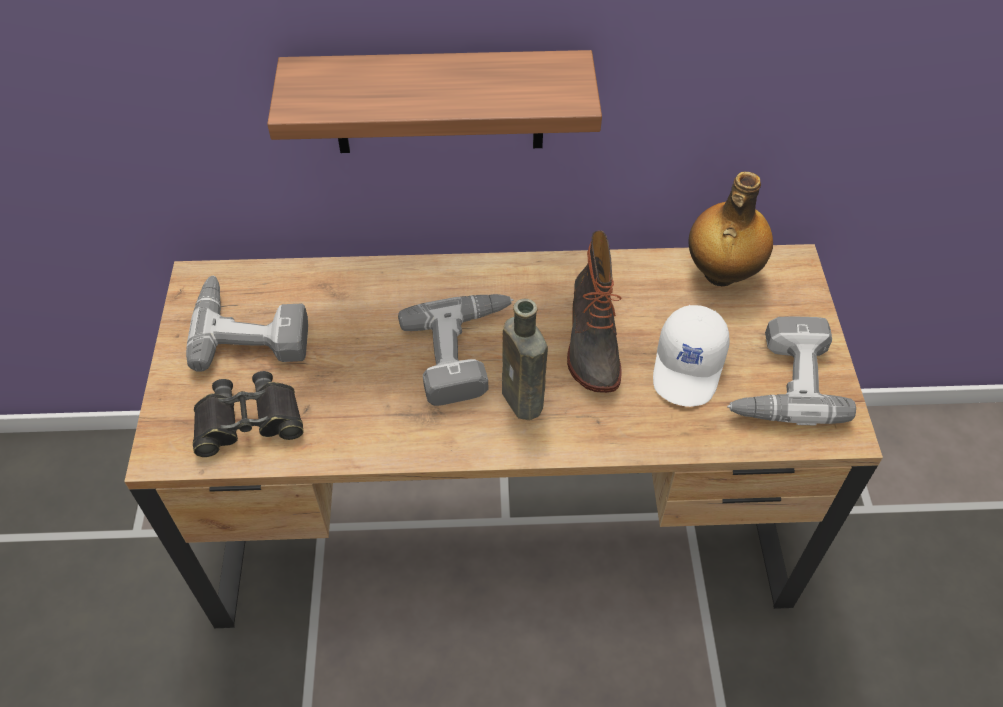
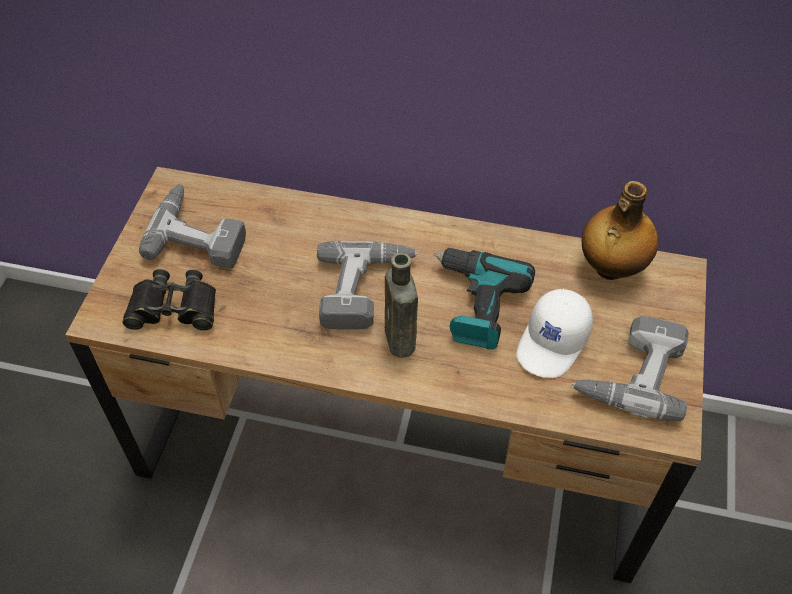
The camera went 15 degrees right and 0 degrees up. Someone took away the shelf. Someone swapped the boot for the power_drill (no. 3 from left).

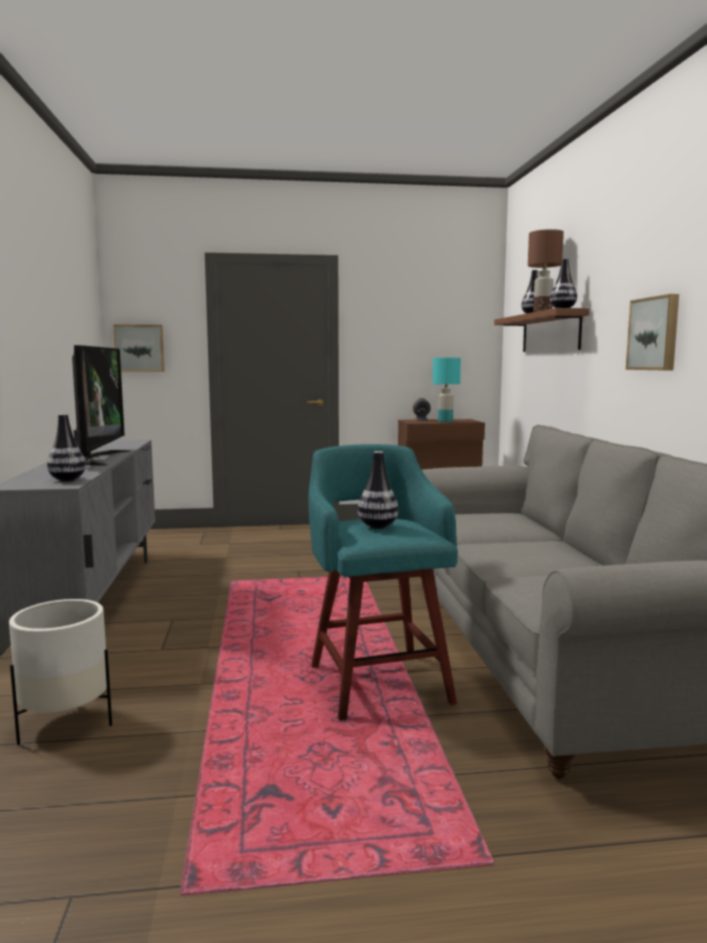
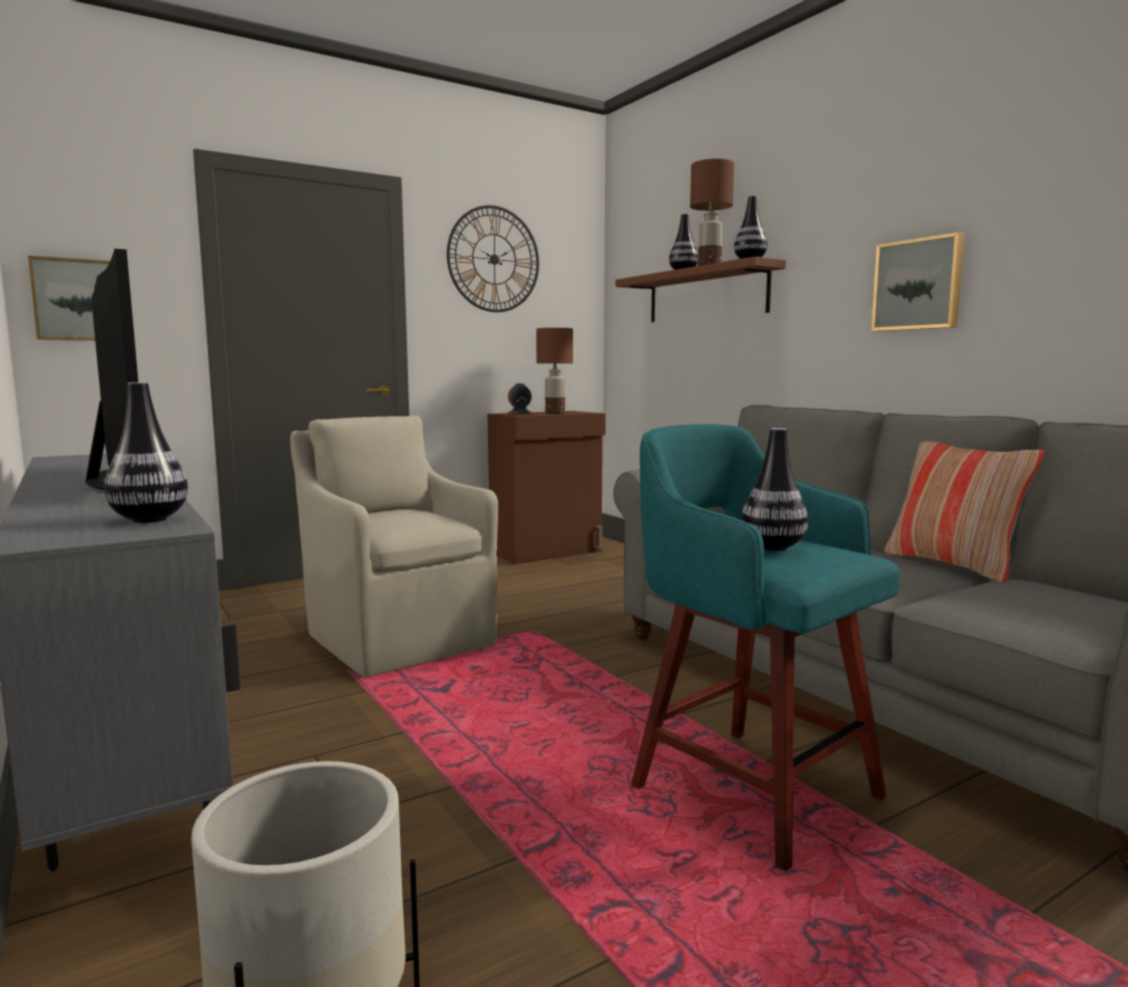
The camera went 25 degrees left and 0 degrees up. Someone repainted the turquoise_table_lamp, which became the brown_table_lamp (no. 1 from left). Someone put up the wall_clock. Someone put down the beige_armchair. Someone put down the pillow.

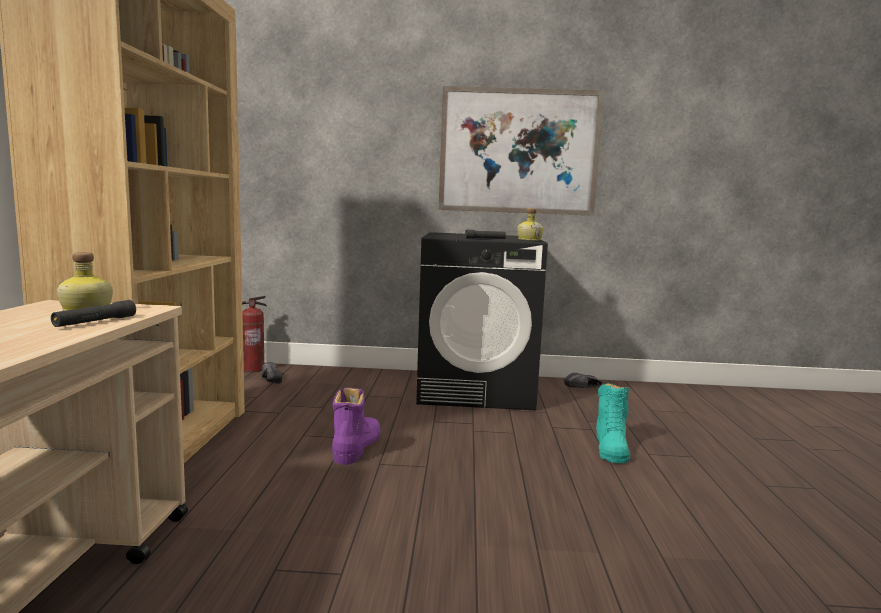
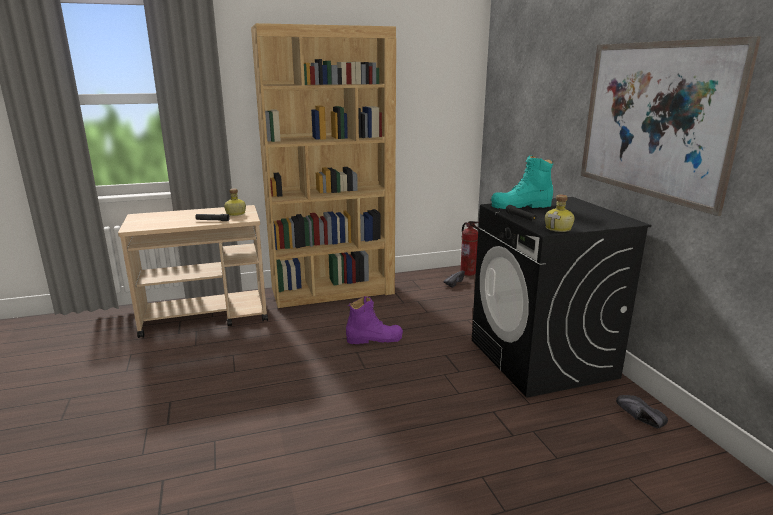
The camera went 70 degrees right and 10 degrees up. Someone carried the turquoise_boot.

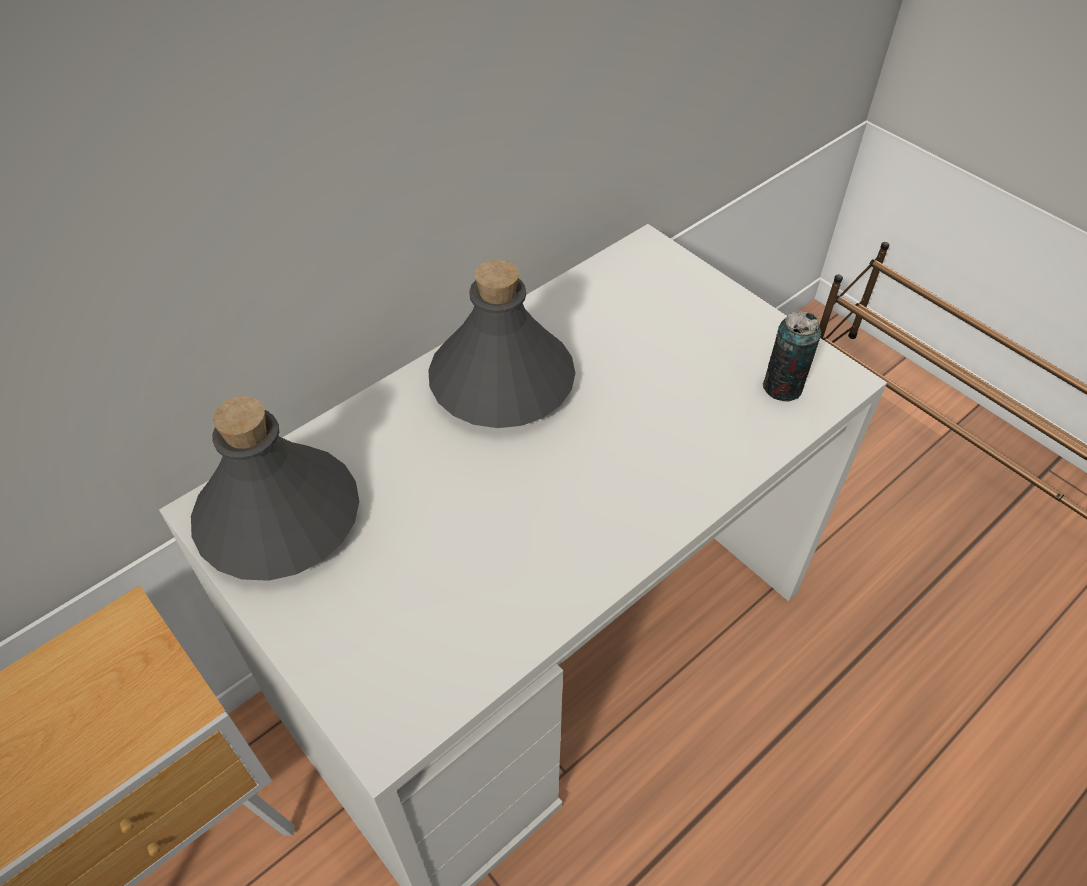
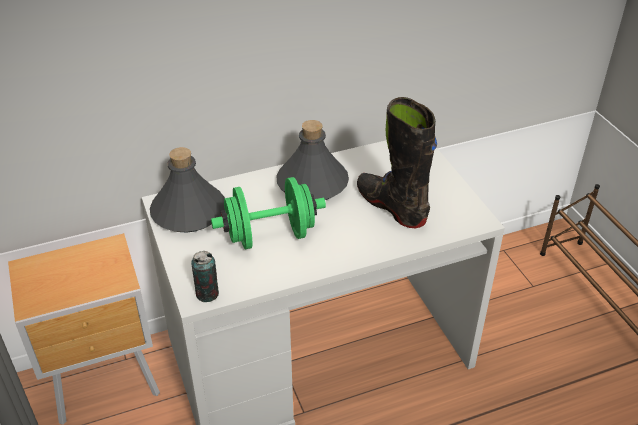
The camera went 20 degrees right and 10 degrees down. Someone carried the can. Someone put down the black_boot. Someone put down the green_dumbbell.

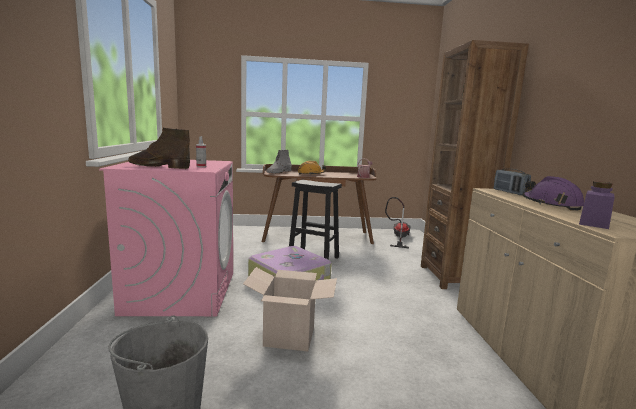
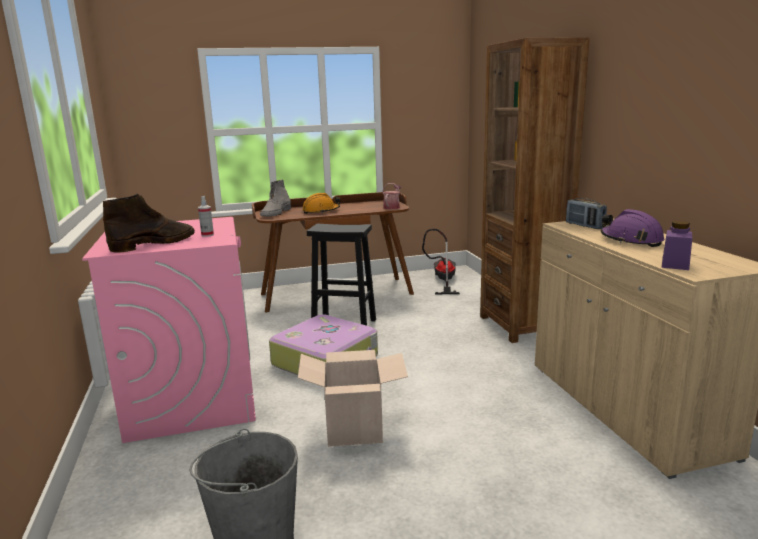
The camera went 10 degrees left and 5 degrees up. Someone rotated the brown_boot by 135 degrees clockwise.

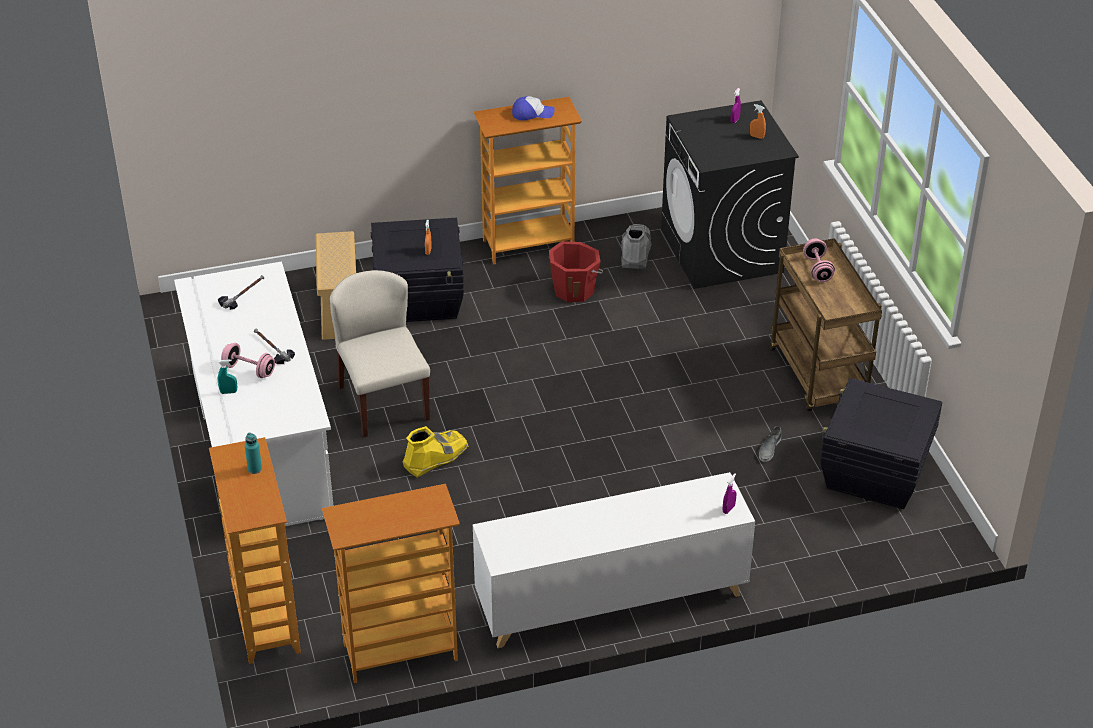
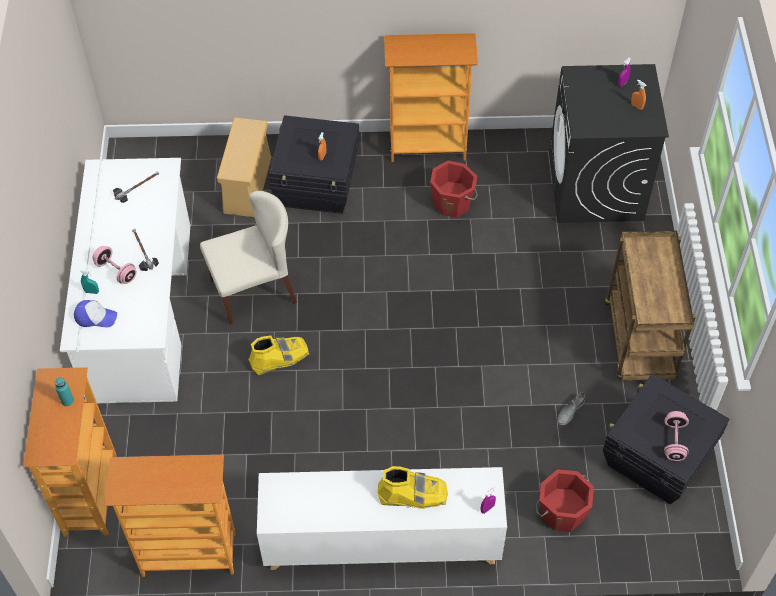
The camera went 15 degrees right and 15 degrees up. Someone carried the cap. Someone took away the grey_boot. Someone carried the pink_dumbbell (no. 2 from left). Someone rotated the beige_chair by 75 degrees clockwise. Someone put down the yellow_boot (no. 2 from left). Someone put down the red_bucket (no. 2 from left).

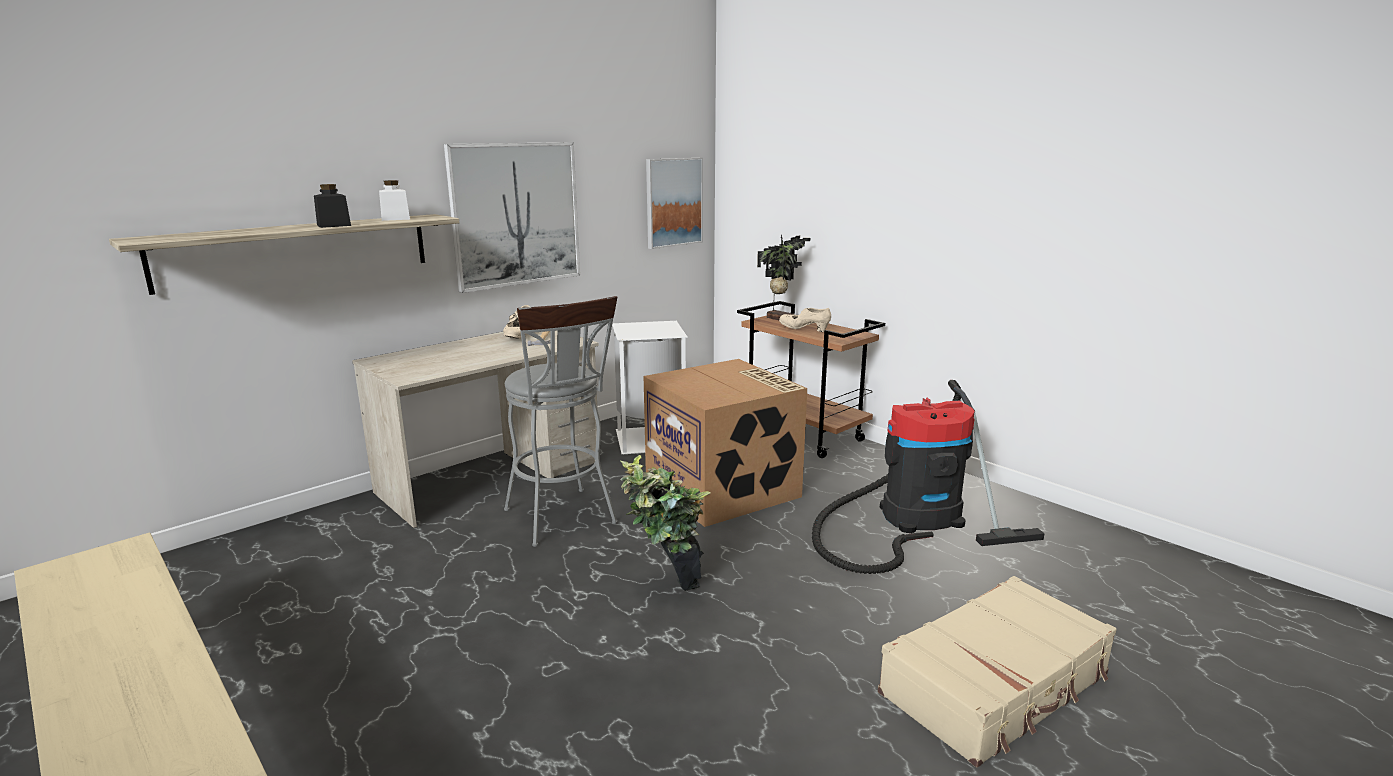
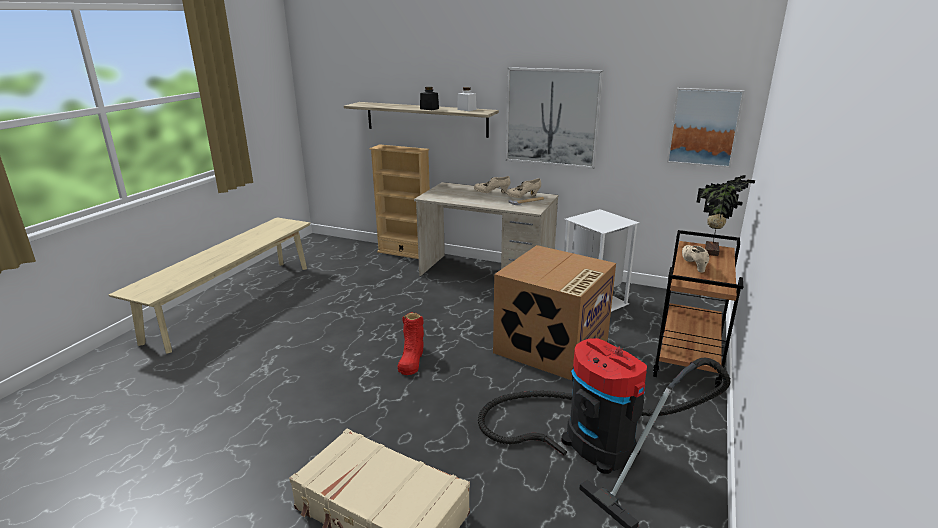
The camera went 65 degrees right and 5 degrees up. Someone took away the grey_stool. Someone swapped the potted_plant (no. 1 from left) for the red_boot. Someone put down the beige_bookcase. Someone put down the beige_shoe (no. 1 from left).

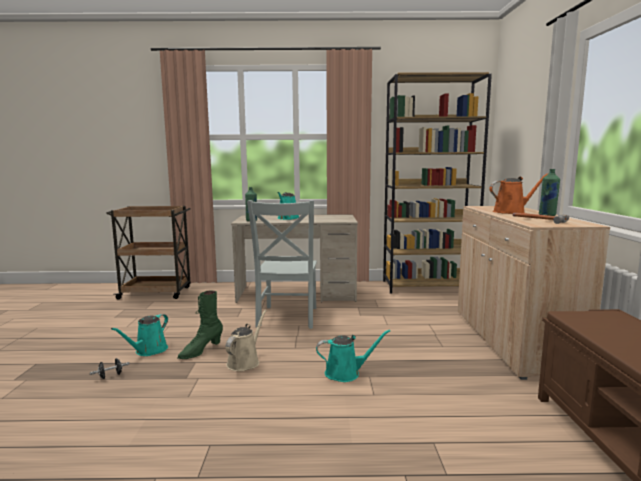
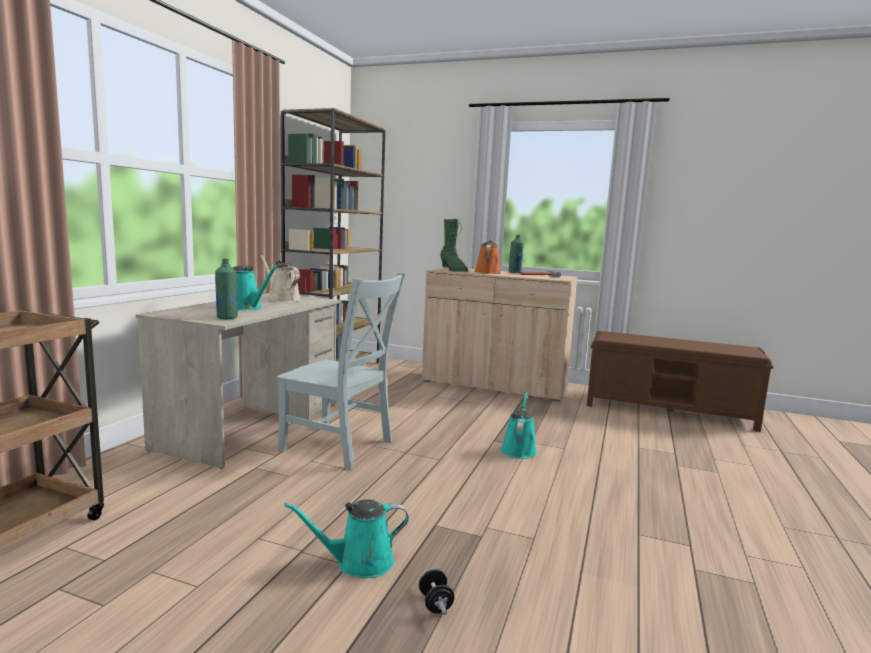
The camera went 70 degrees left and 0 degrees up. Someone carried the green_boot. Someone carried the beige_watering_can. Someone rotated the turquoise_watering_can (no. 1 from left in the first image) by 120 degrees clockwise.

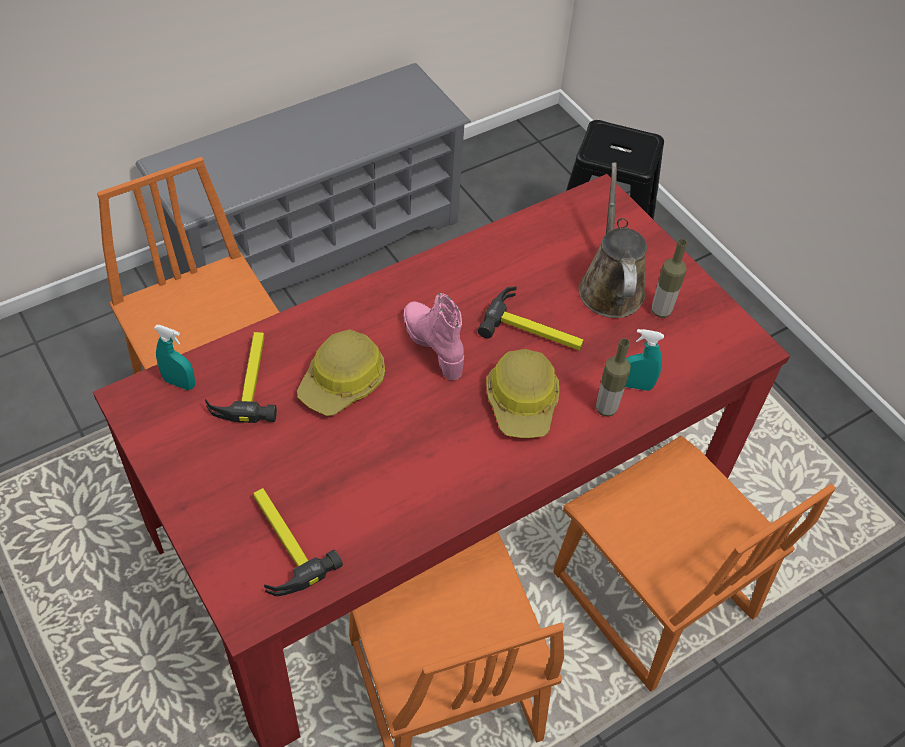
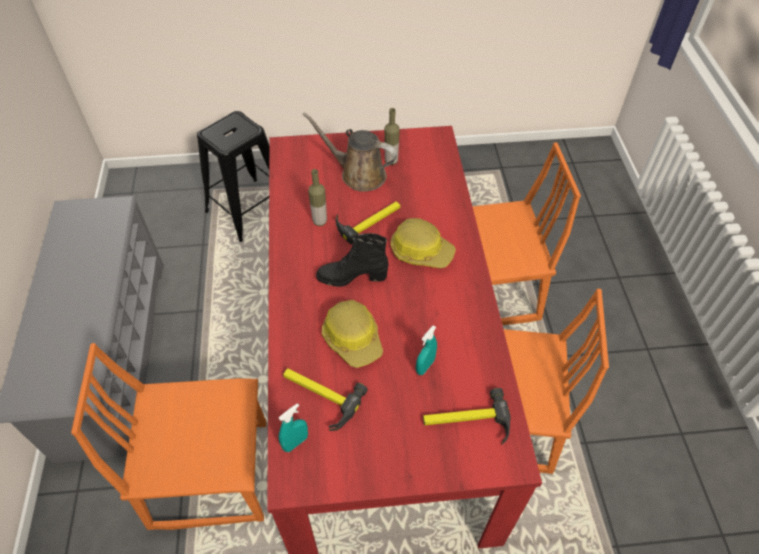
The camera went 60 degrees left and 0 degrees up. Someone repainted the pink_boot, which became the black_boot. Someone carried the turquoise_spray_bottle (no. 2 from left). Someone carried the bottle (no. 1 from left).

